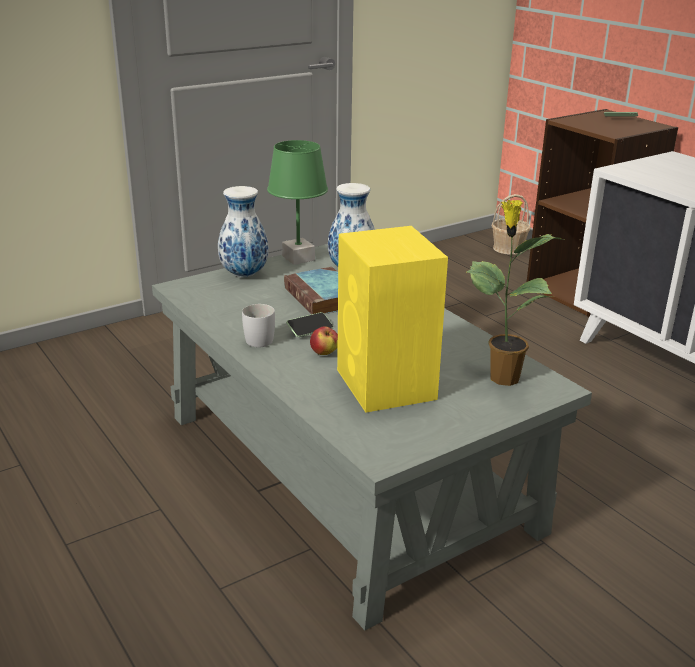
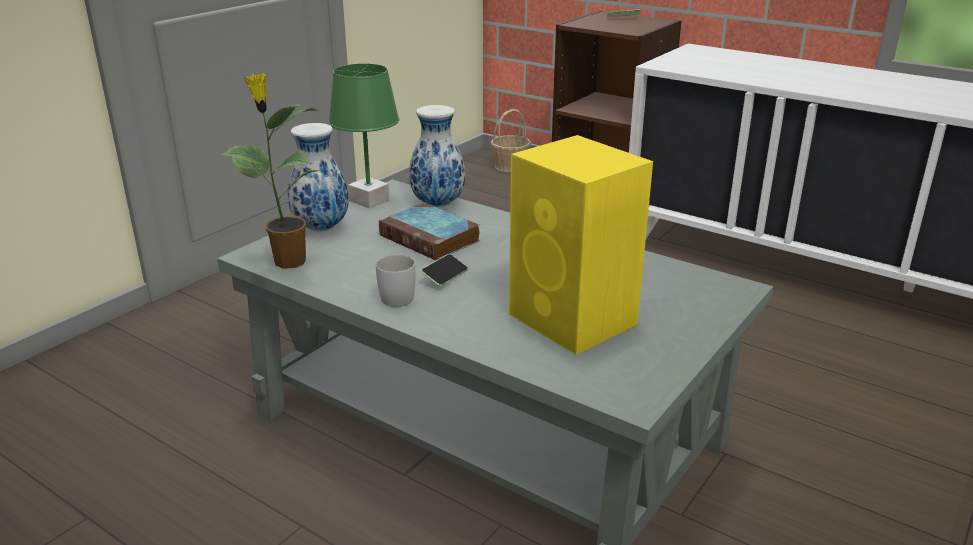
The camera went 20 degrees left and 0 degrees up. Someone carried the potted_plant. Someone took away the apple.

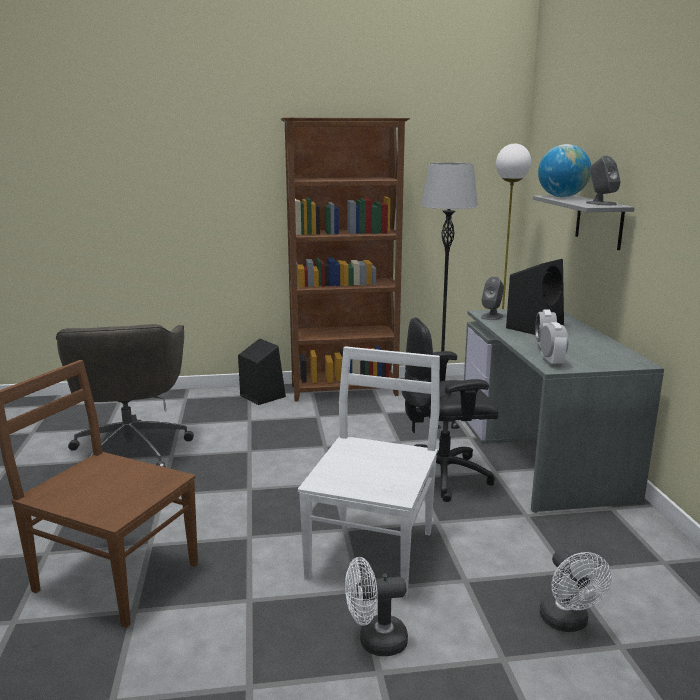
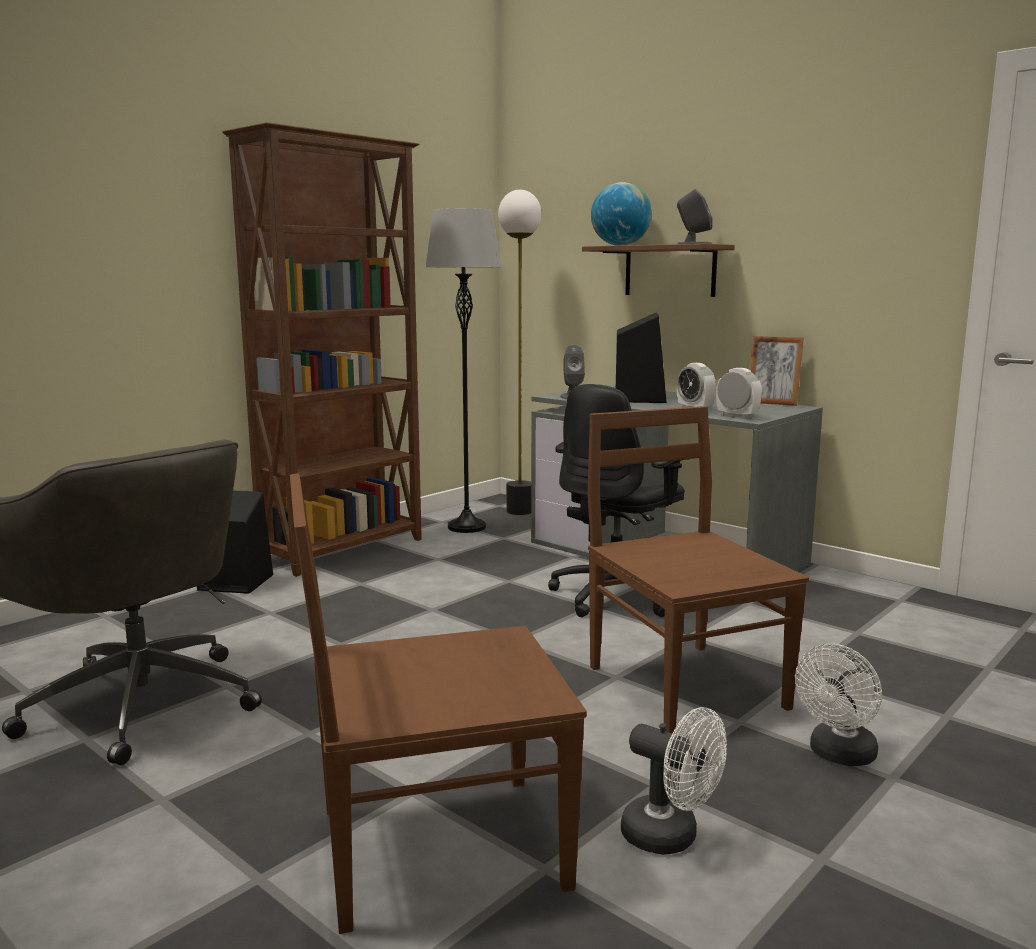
The camera went 40 degrees left and 5 degrees down. Someone repainted the grey_shelf, which became the brown_shelf. Someone repainted the white_chair, which became the brown_chair (no. 2 from left). Someone carried the white_fan (no. 2 from left in the first image). Someone put down the picture_frame.

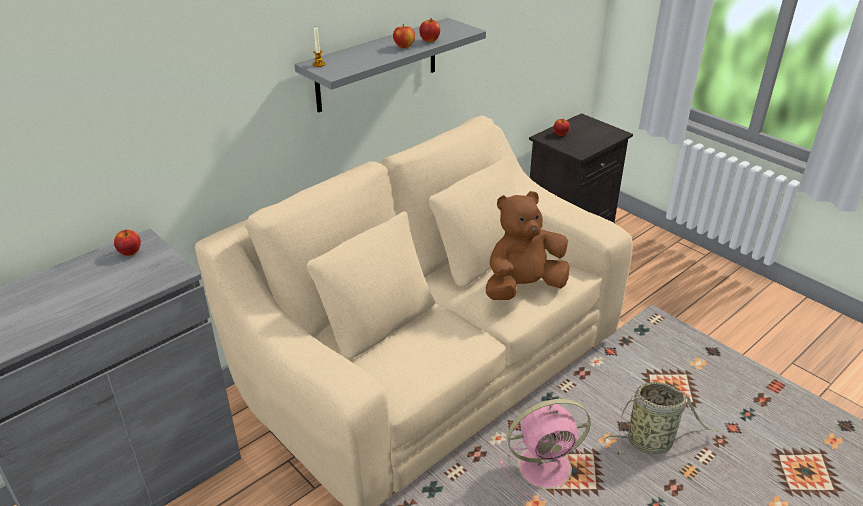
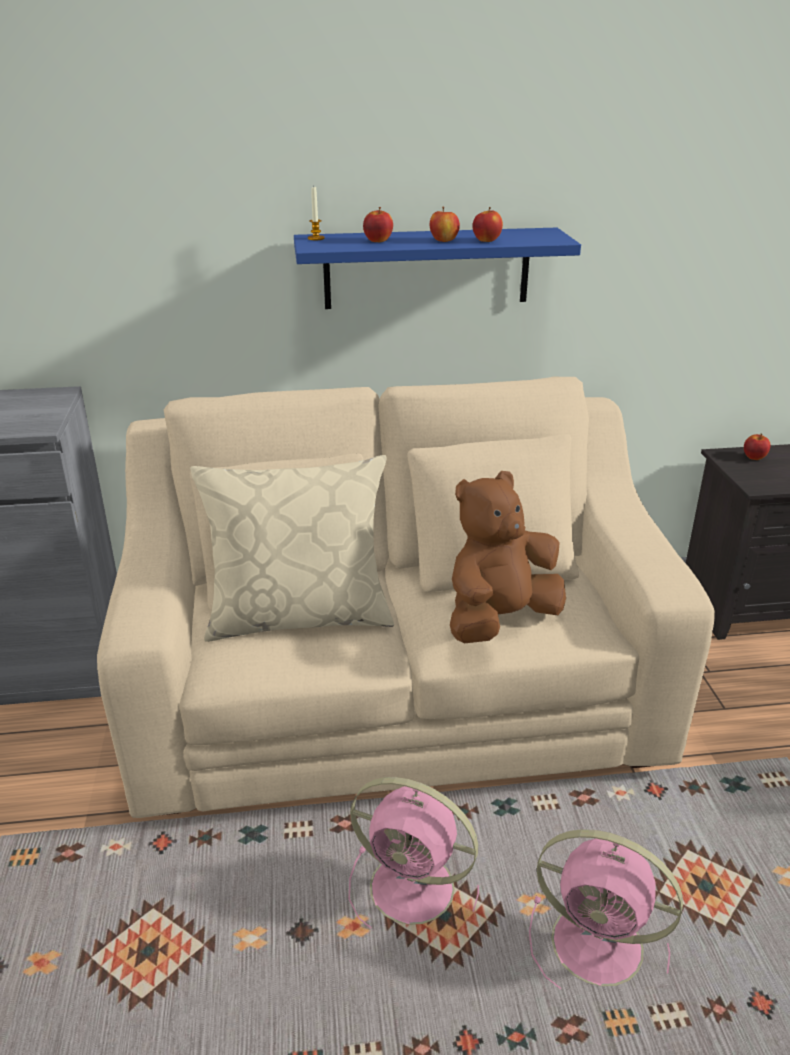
The camera went 35 degrees right and 5 degrees down. Someone repainted the grey_shelf, which became the blue_shelf. Someone rotated the brown_plush_toy by 45 degrees counterclockwise. Someone carried the apple (no. 1 from left). Someone swapped the basket for the pink_fan (no. 2 from left). Someone put down the beige_pillow.

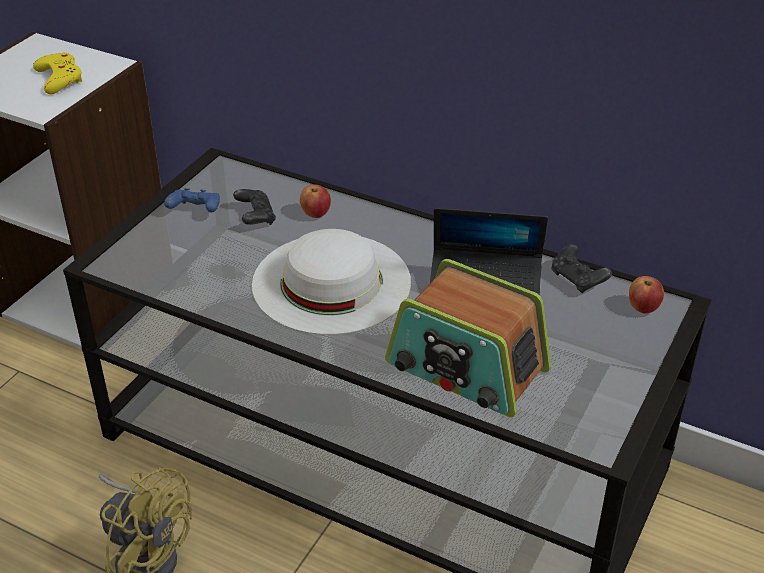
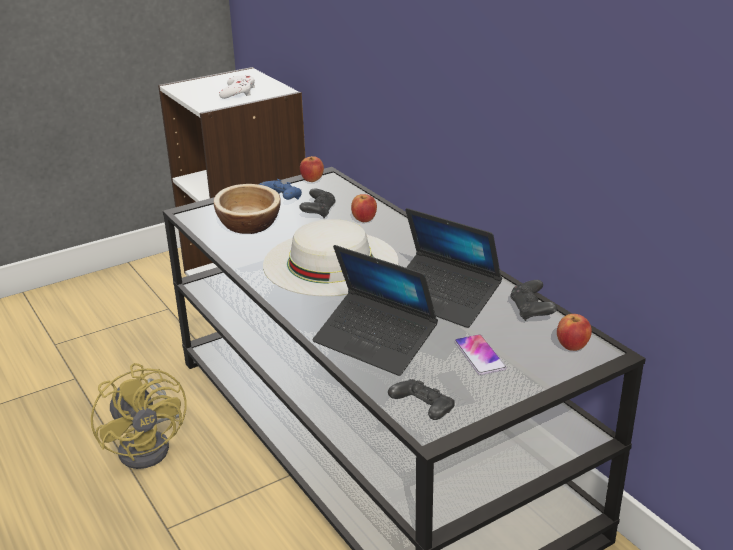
The camera went 30 degrees right and 10 degrees down. Someone repainted the yellow_game_controller, which became the white_game_controller. Someone swapped the radio for the laptop (no. 1 from left). Someone put down the apple (no. 1 from left). Someone put down the bowl. Someone put down the phone. Someone put down the black_game_controller (no. 2 from left).

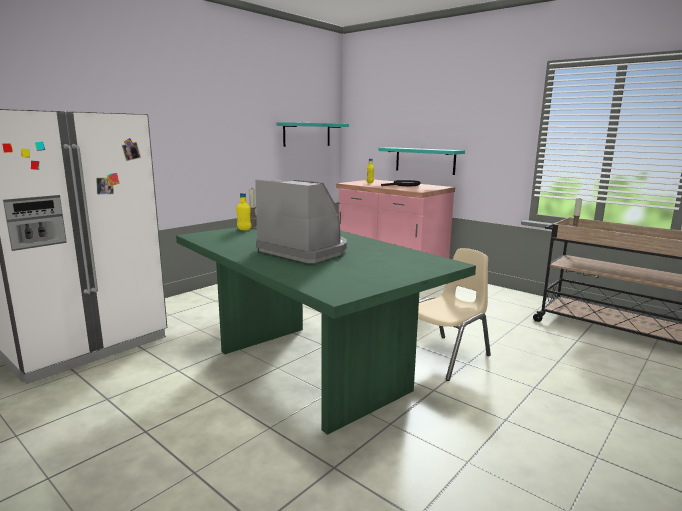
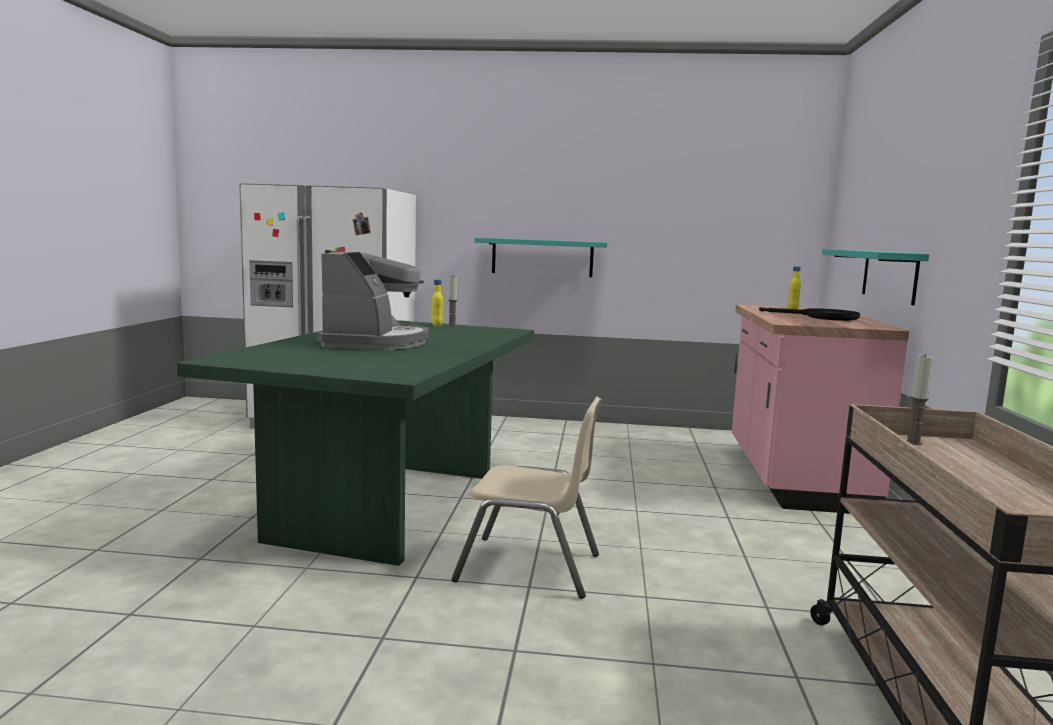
The camera went 55 degrees right and 5 degrees down. Someone carried the turquoise_shelf (no. 1 from left).

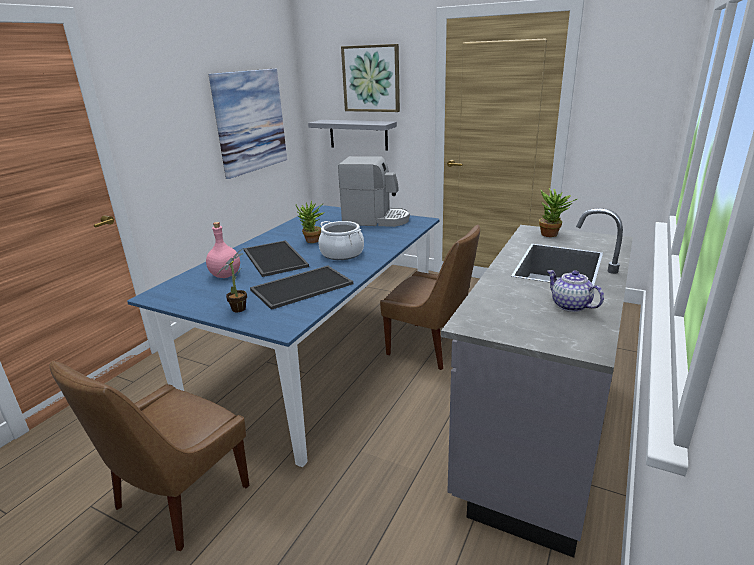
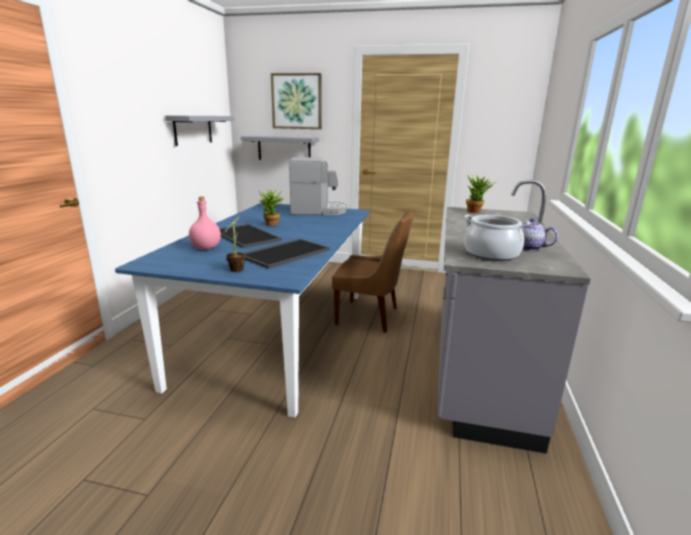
The camera went 15 degrees left and 5 degrees down. Someone swapped the picture (no. 1 from left) for the grey_shelf (no. 1 from left). Someone carried the cooking_pot. Someone took away the brown_chair (no. 1 from left).

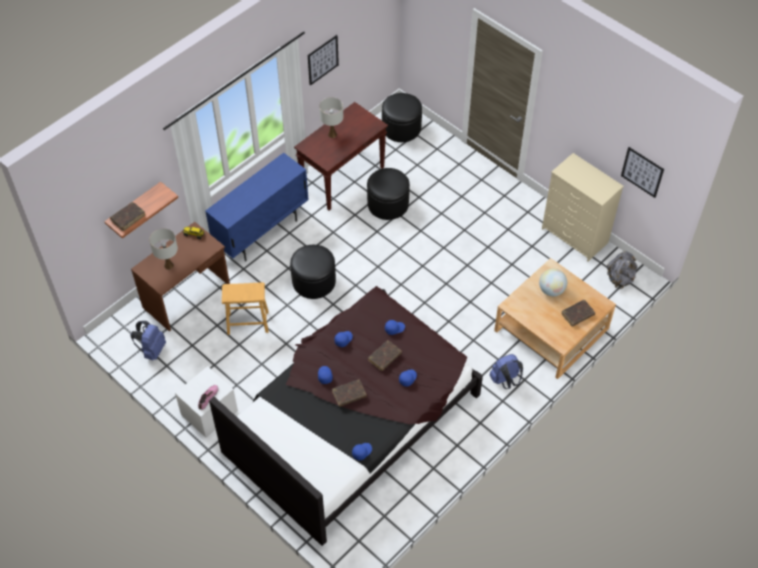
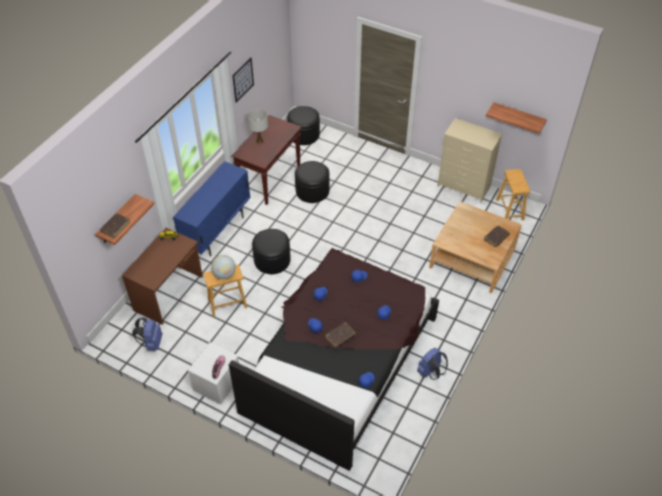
The camera went 15 degrees left and 5 degrees down. Someone swapped the picture (no. 2 from left) for the shelf (no. 2 from left). Someone took away the white_table_lamp (no. 1 from left). Someone swapped the grey_backpack for the brown_stool (no. 2 from left). Someone carried the globe. Someone took away the brown_book (no. 3 from left). Someone carried the blue_backpack (no. 2 from left).

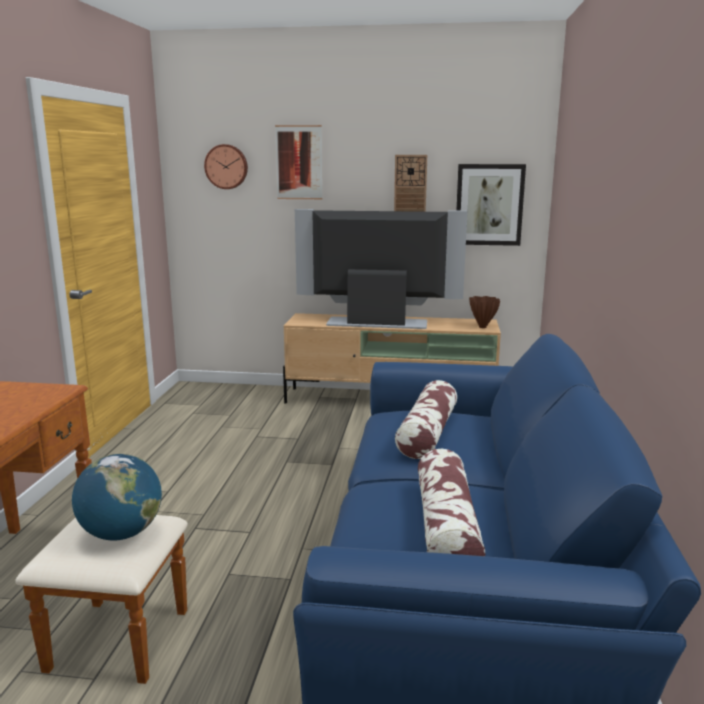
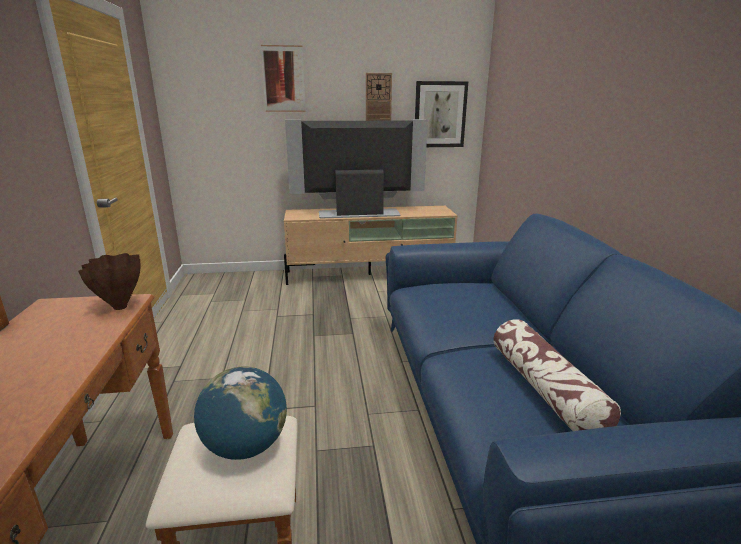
The camera went 15 degrees left and 5 degrees up. Someone took away the wall_clock (no. 1 from left). Someone carried the brown_vase. Someone took away the pillow (no. 1 from left).

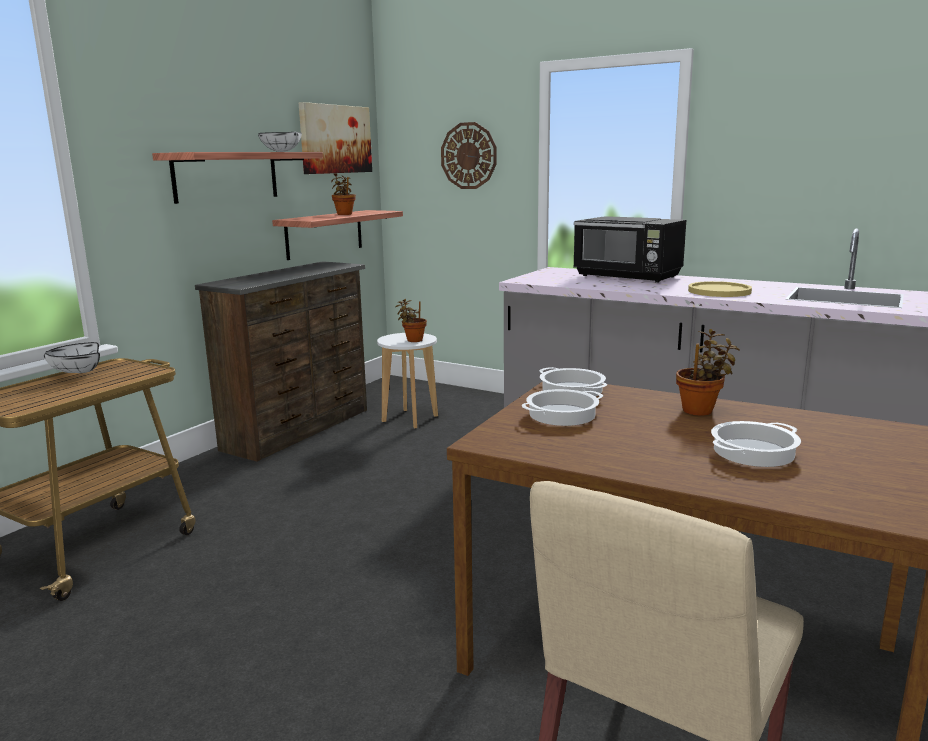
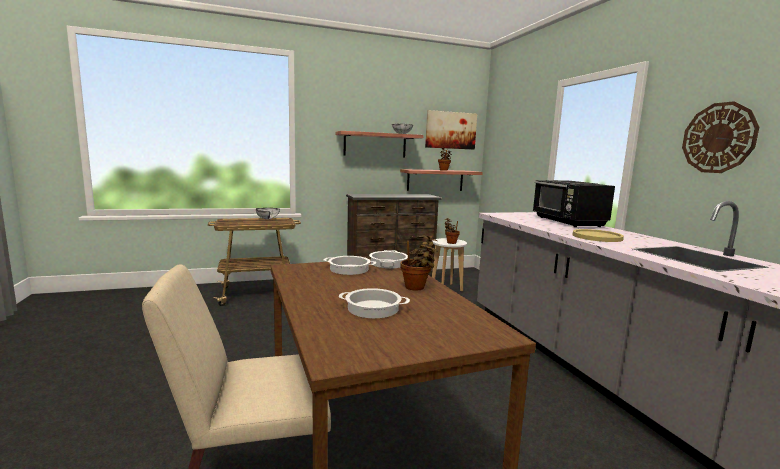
The camera went 40 degrees right and 5 degrees down. Someone carried the wall_clock.

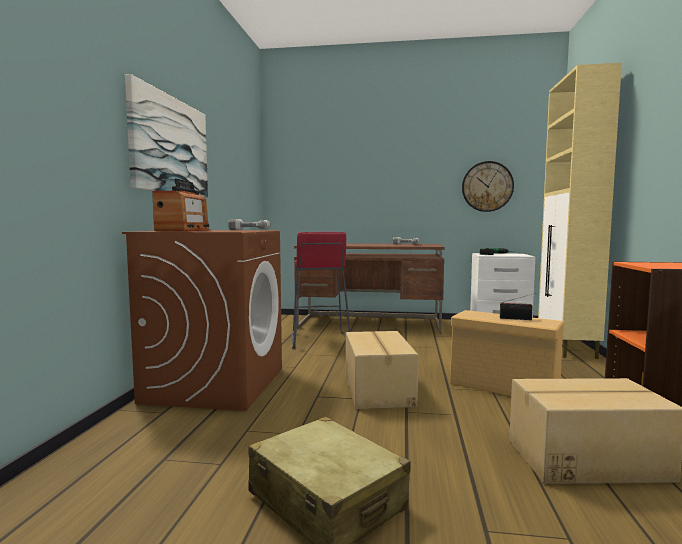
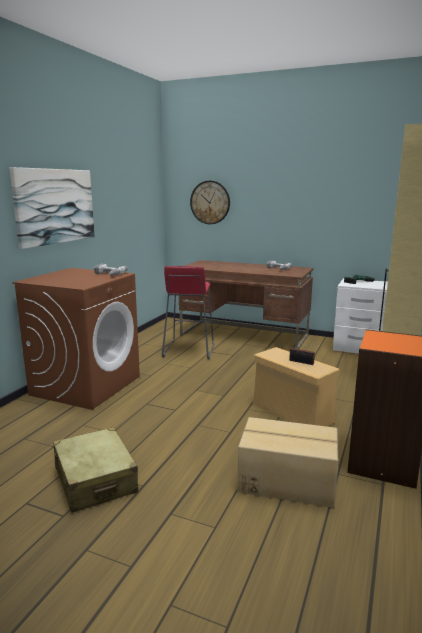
The camera went 15 degrees right and 10 degrees up. Someone carried the wall_clock. Someone took away the radio (no. 1 from left). Someone took away the cardboard_box (no. 1 from left).

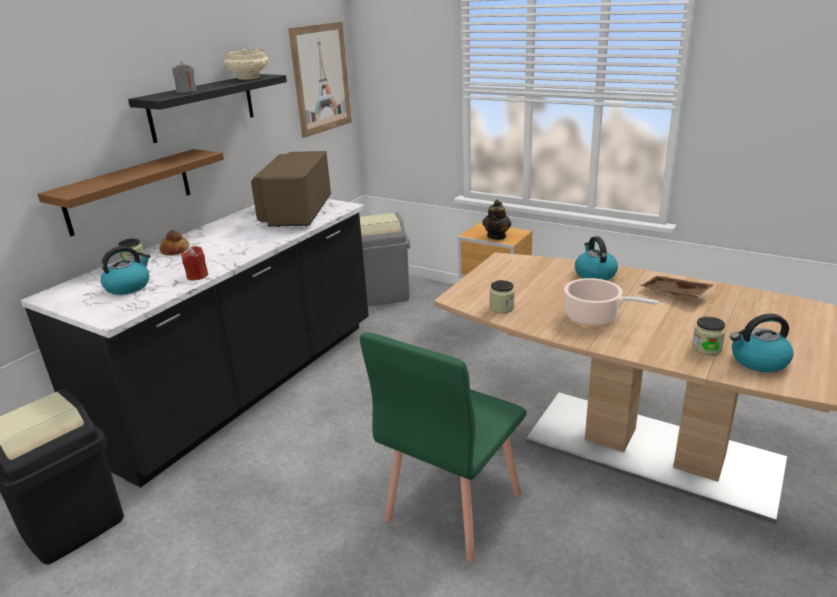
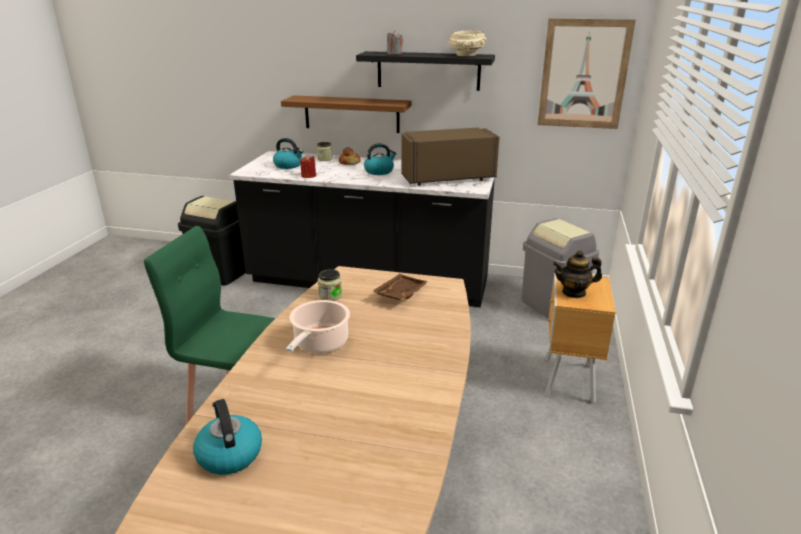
The camera went 70 degrees right and 0 degrees up. Someone carried the kettle (no. 2 from left in the first image). Someone carried the brown_tray. Someone took away the jar (no. 3 from left).

